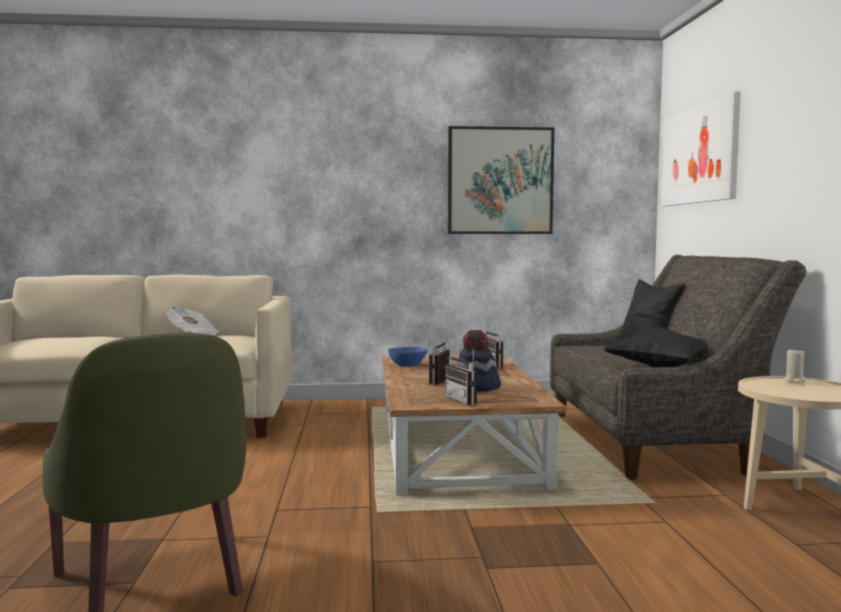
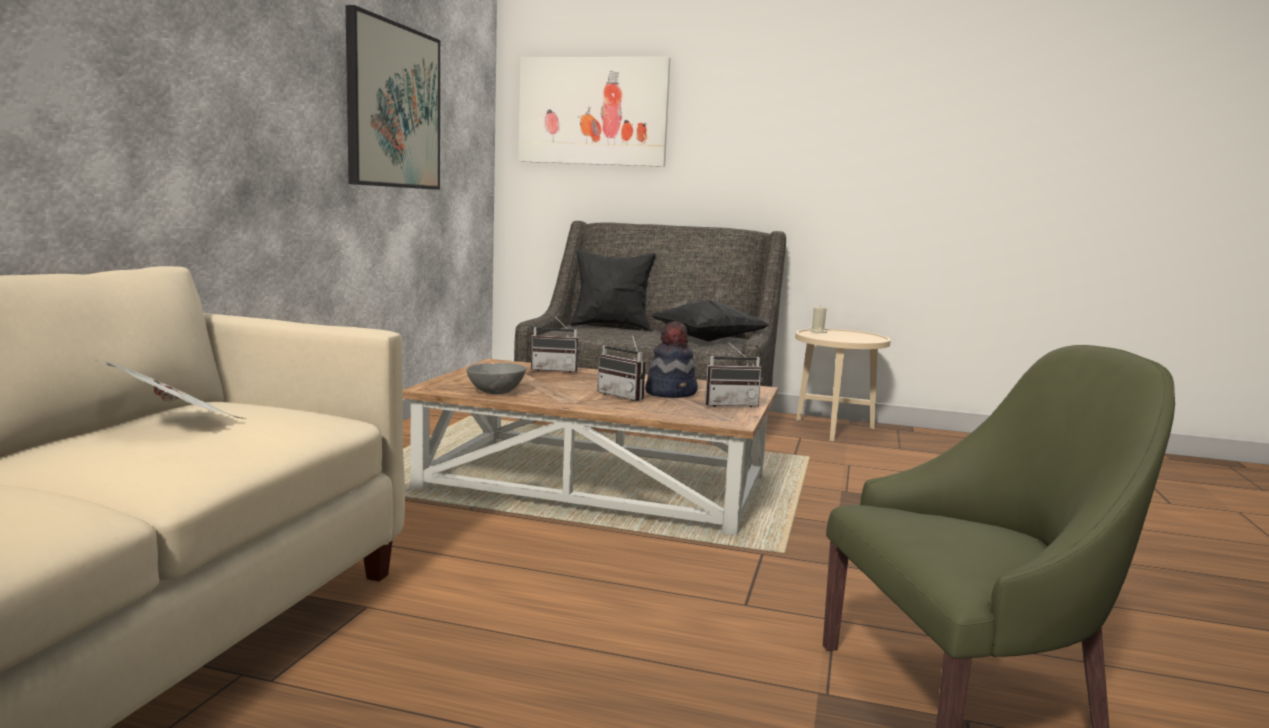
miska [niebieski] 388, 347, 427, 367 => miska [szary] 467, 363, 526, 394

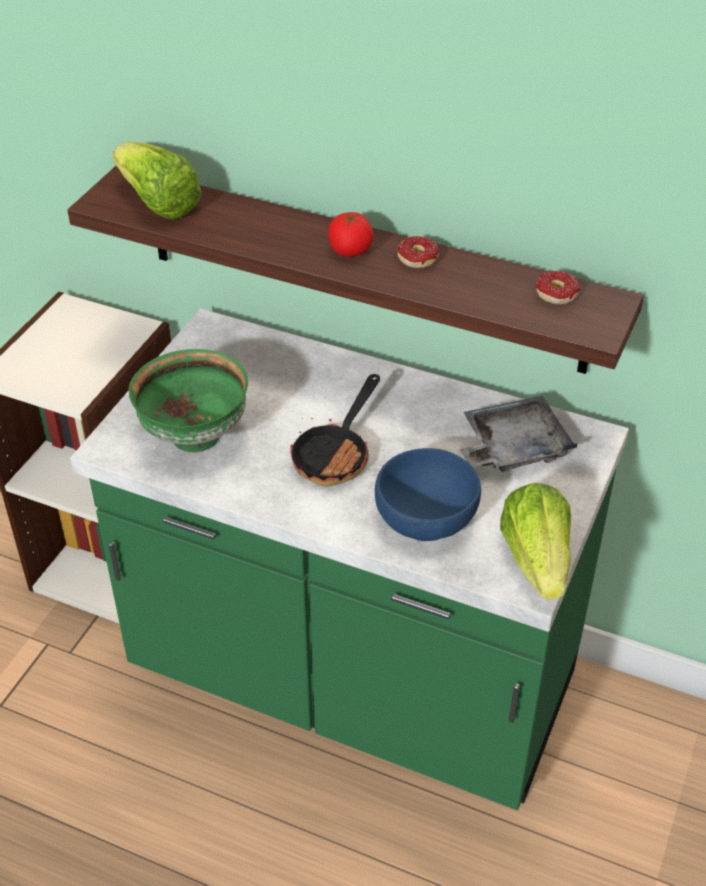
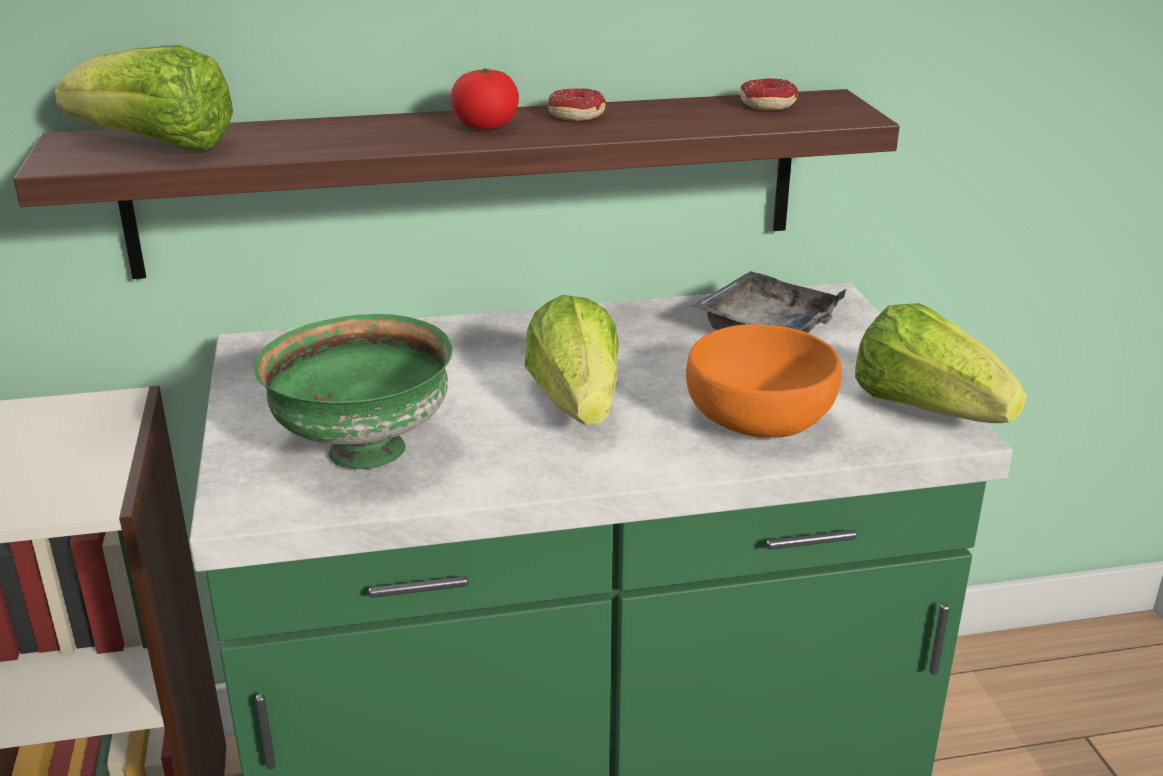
patelnia 290, 374, 380, 487 => sałata 524, 295, 619, 425
miska [niebieski] 375, 448, 481, 541 => miska [pomarańczowy] 686, 324, 842, 437

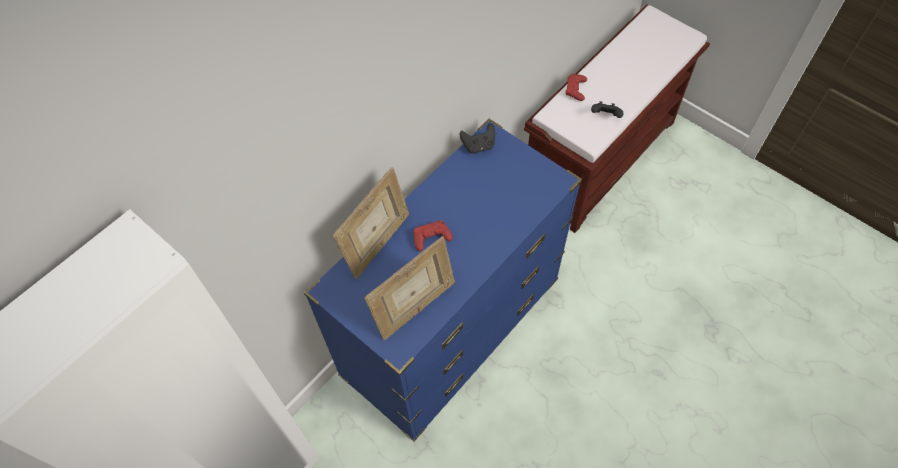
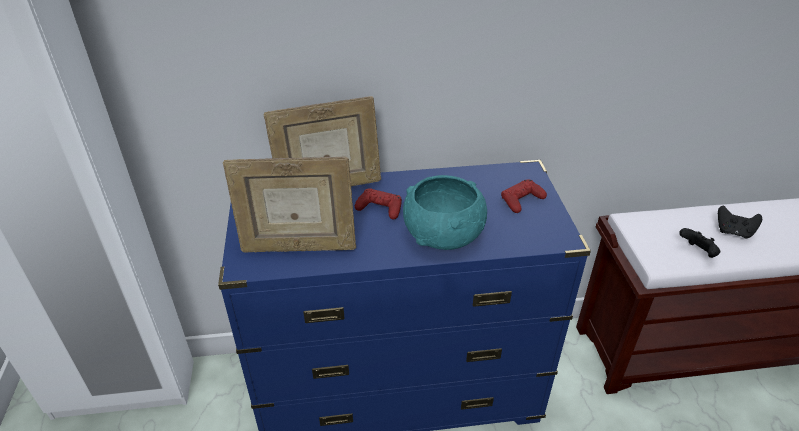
pad do gier [czarny] 460, 123, 495, 154 => pad do gier [czarny] 718, 206, 762, 239, relocated
pad do gier [czerwony] 565, 74, 587, 101 => pad do gier [czerwony] 501, 179, 547, 213, relocated
nothing => miska [turkusowy] 403, 175, 487, 250

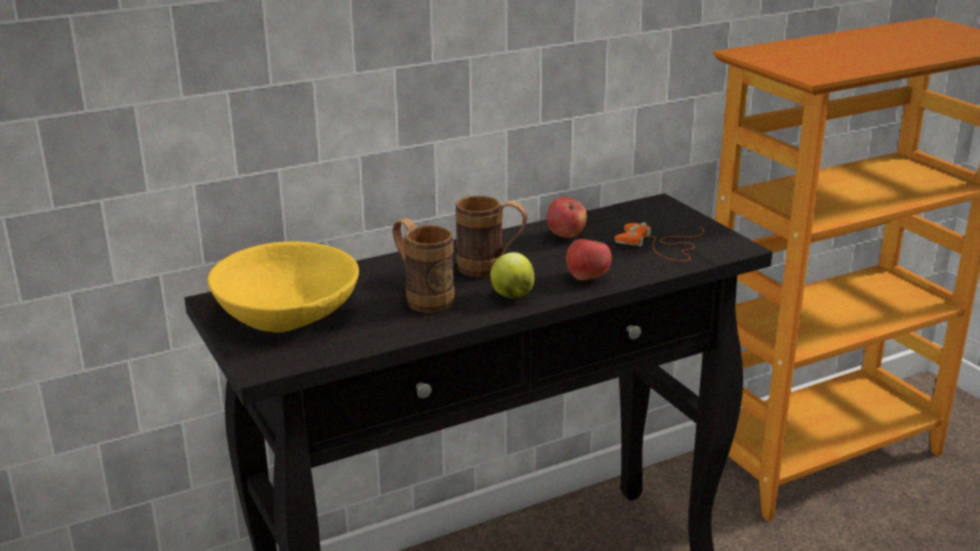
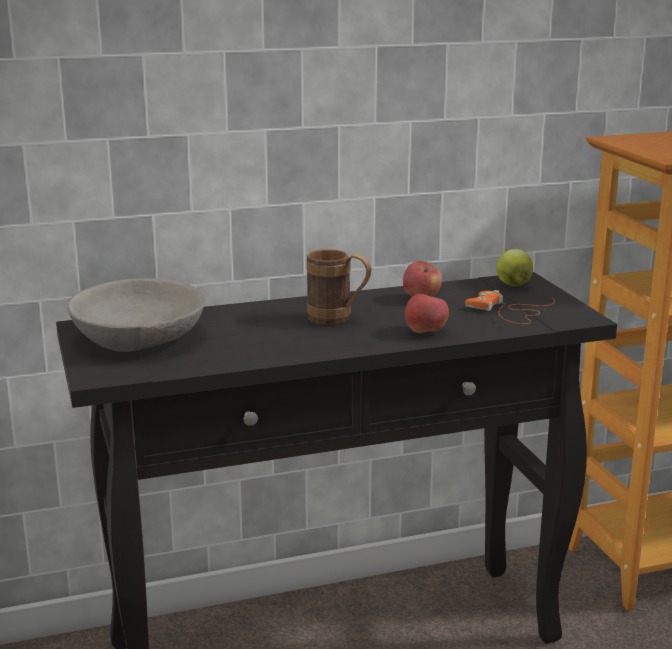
miska [żółty] 207, 242, 359, 332 => miska [szary] 67, 278, 205, 352
kubek [brązowy] 393, 218, 455, 313 => nothing
jabłko 490, 252, 534, 299 => jabłko 496, 249, 533, 286, relocated

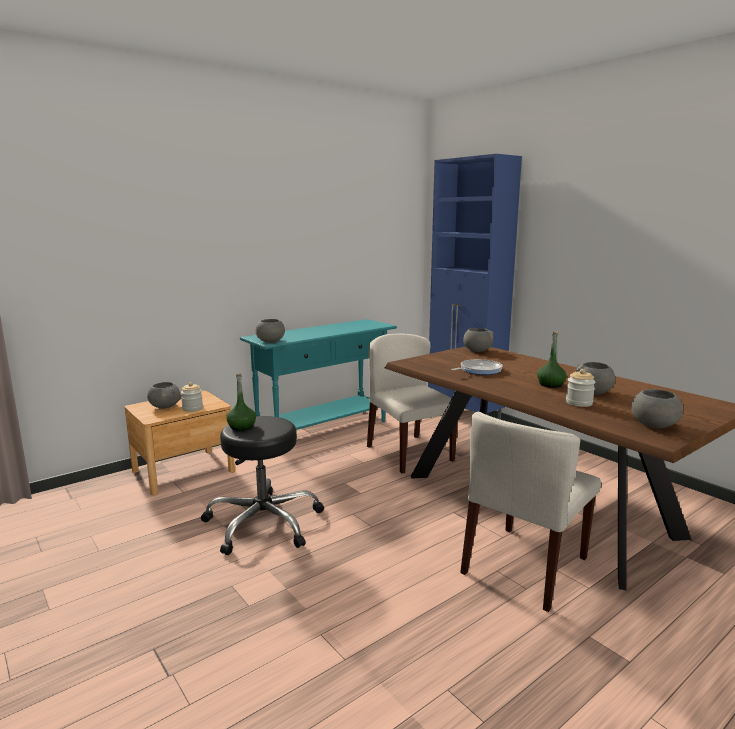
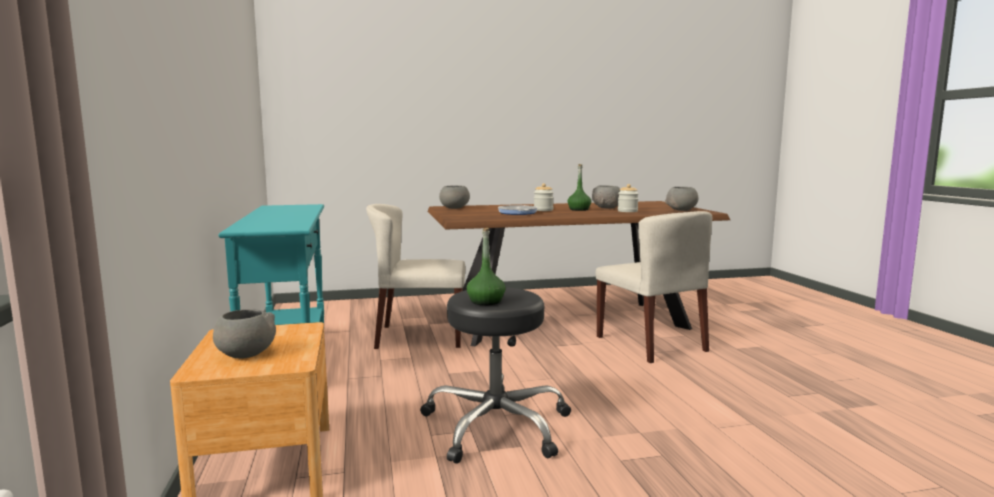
słoik 181, 383, 203, 412 => słoik 534, 183, 554, 211, relocated
miska [szary] 256, 319, 285, 343 => nothing
szafka [niebieski] 428, 154, 522, 420 => nothing

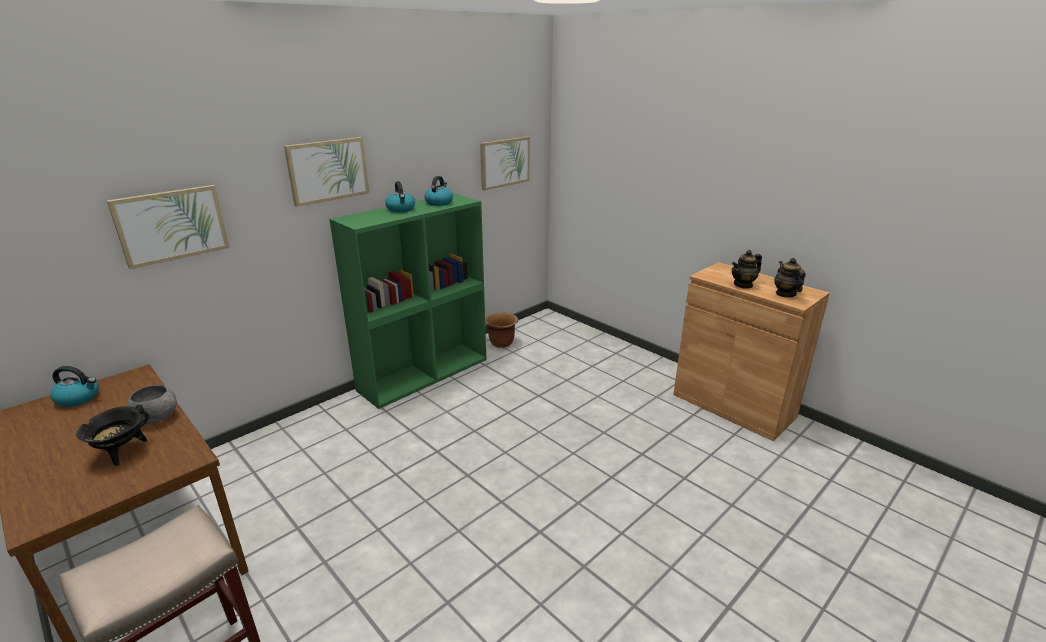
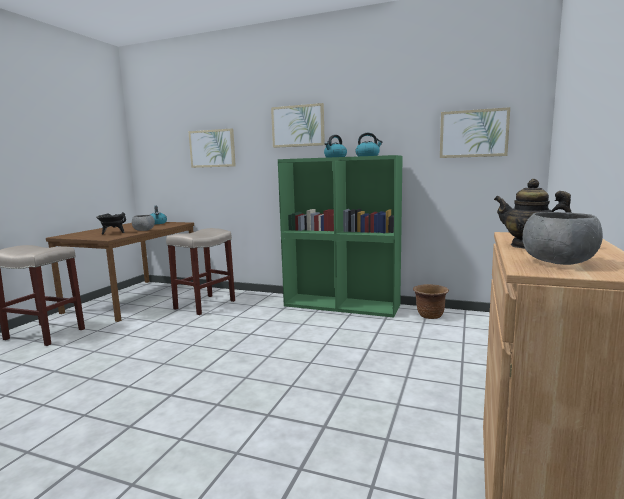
imbryk 774, 258, 806, 298 => miska [szary] 523, 212, 603, 265
nothing => stołek [beżowy] 166, 228, 235, 315

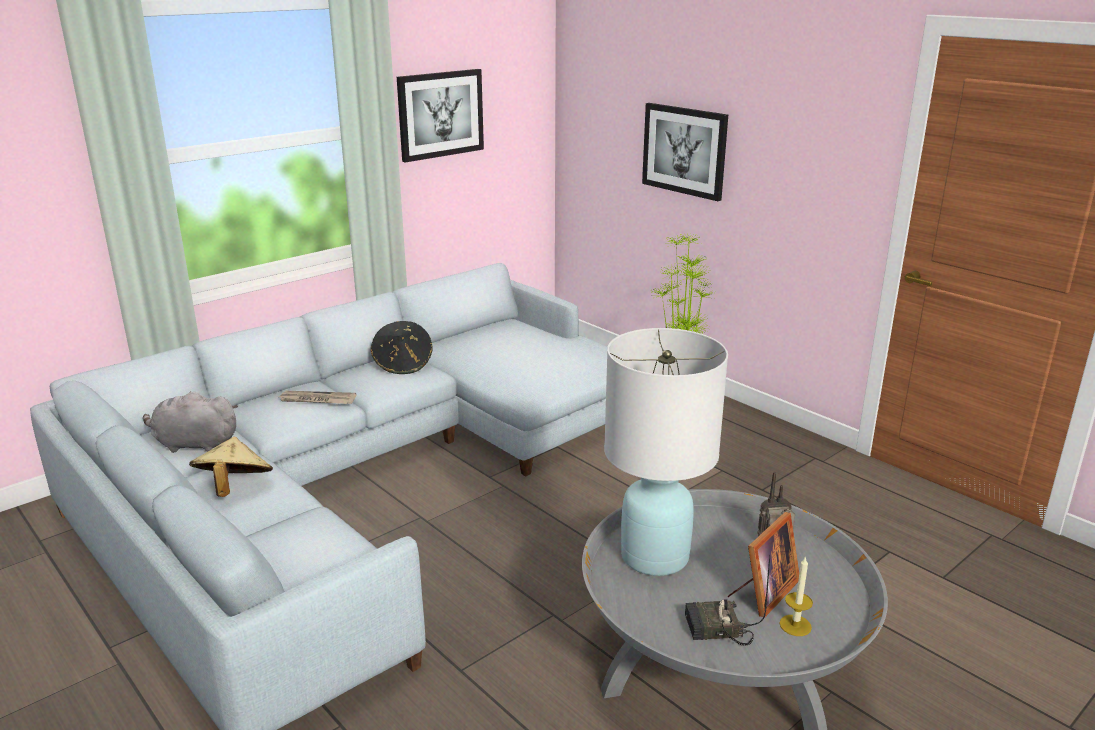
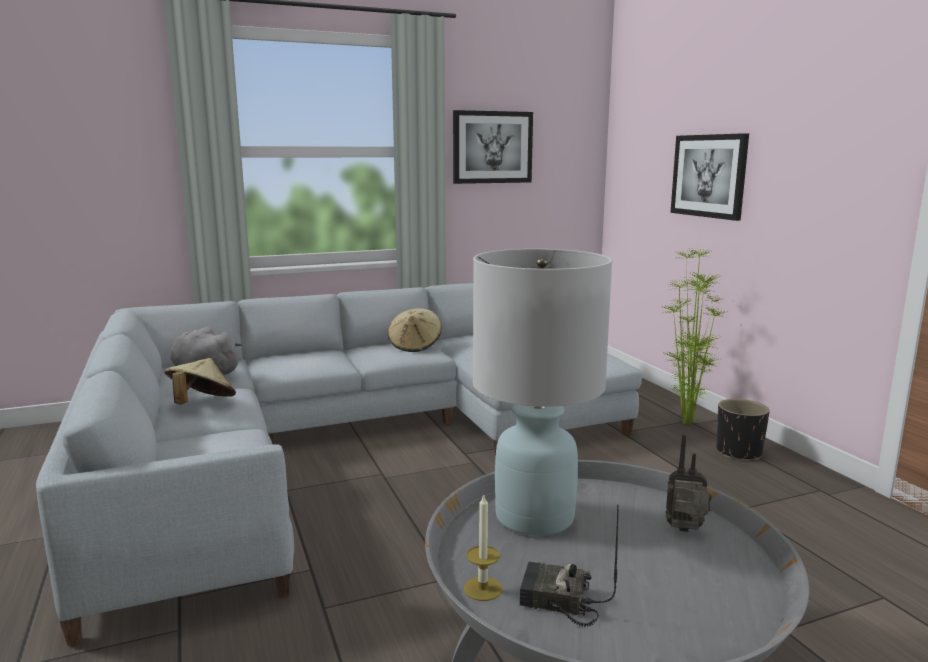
gazeta 279, 391, 357, 404 => nothing
kapelusz [czarny] 371, 321, 432, 374 => kapelusz [beżowy] 387, 308, 442, 352
ramka na zdjęcie 728, 512, 799, 617 => nothing
świeca 780, 556, 813, 636 => świeca 464, 495, 502, 601, relocated
nothing => donica [czarny] 716, 399, 770, 460

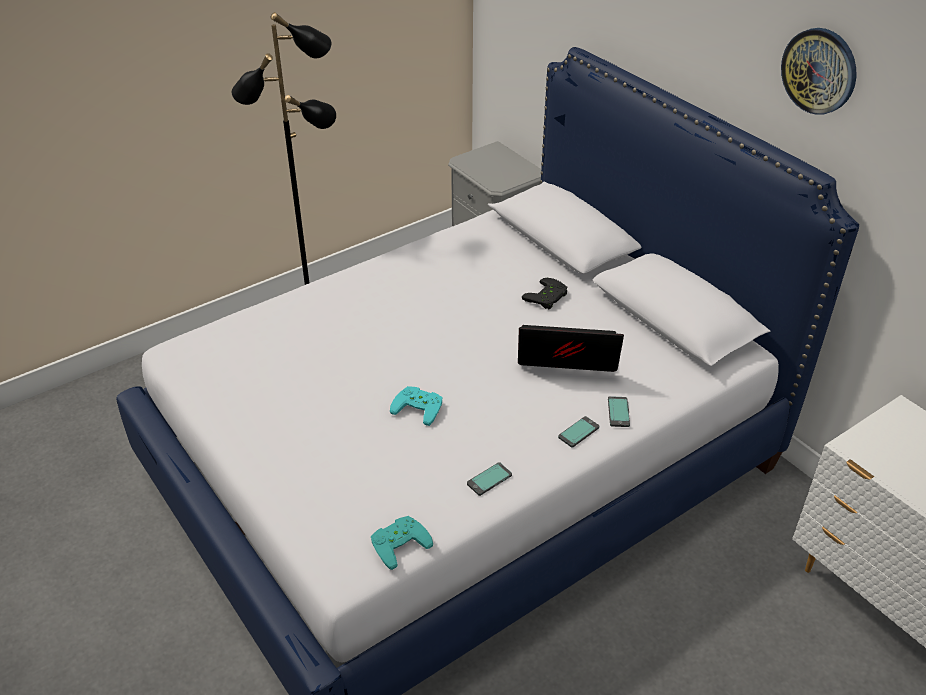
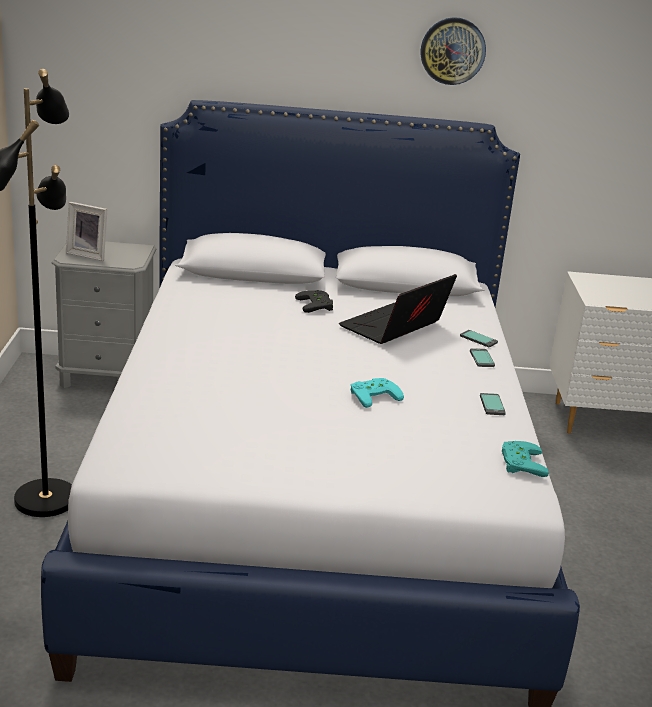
nothing => ramka na zdjęcie 66, 202, 107, 261

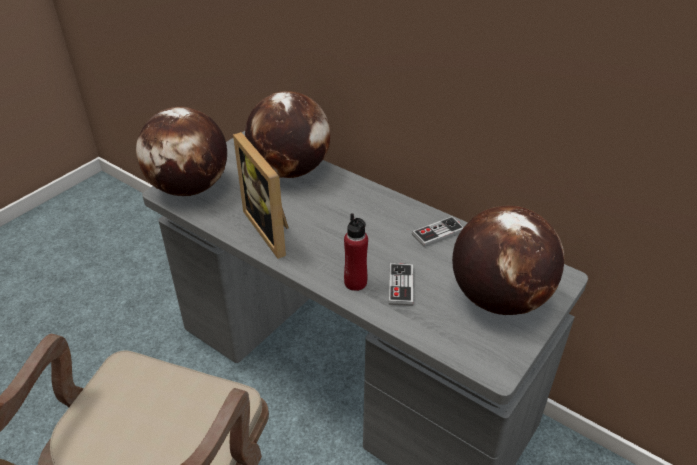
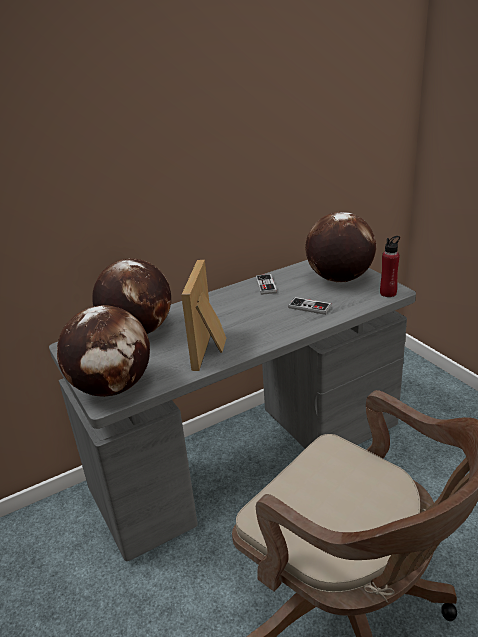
ramka na zdjęcie 233, 132, 289, 259 => ramka na zdjęcie 181, 260, 226, 371, 105 degrees clockwise
butelka [czerwony] 344, 213, 368, 291 => butelka [czerwony] 380, 236, 400, 297, relocated

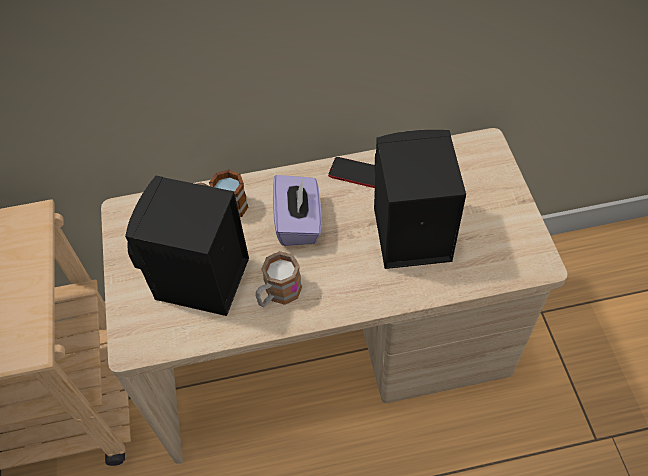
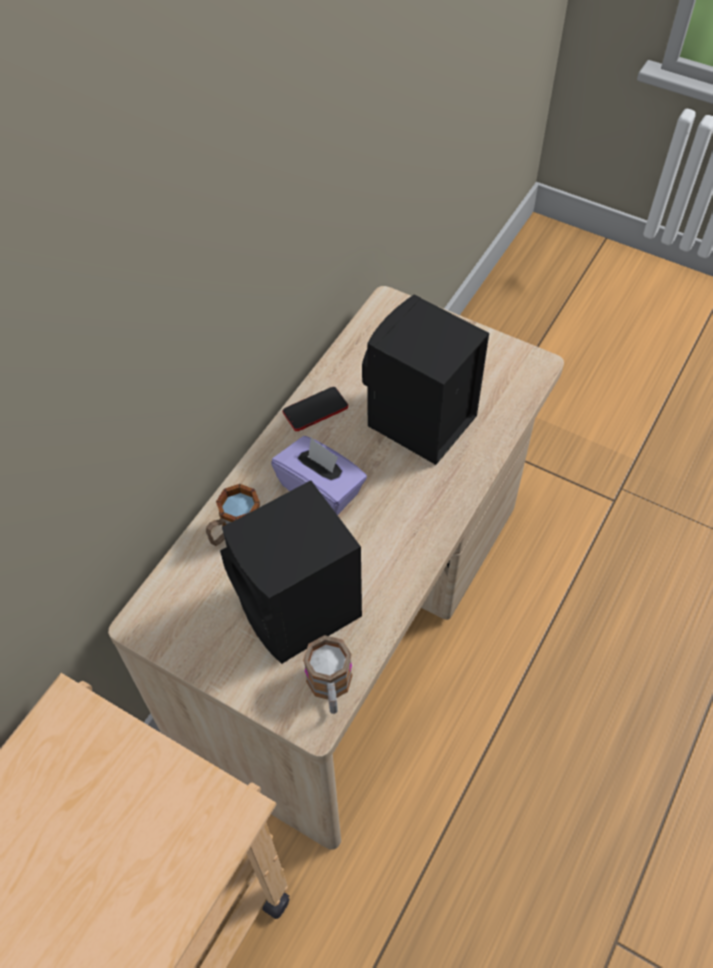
kubek 255, 251, 302, 307 => kubek 303, 635, 352, 714, relocated

